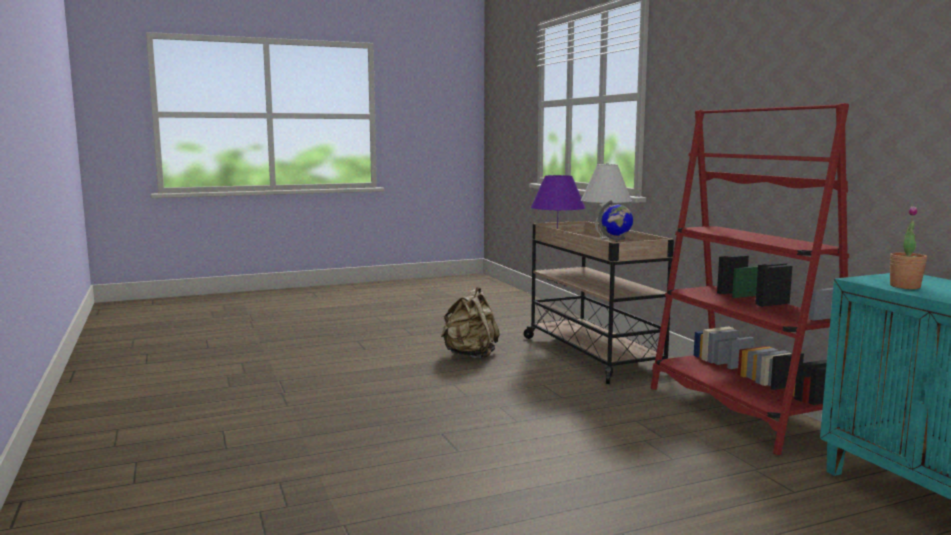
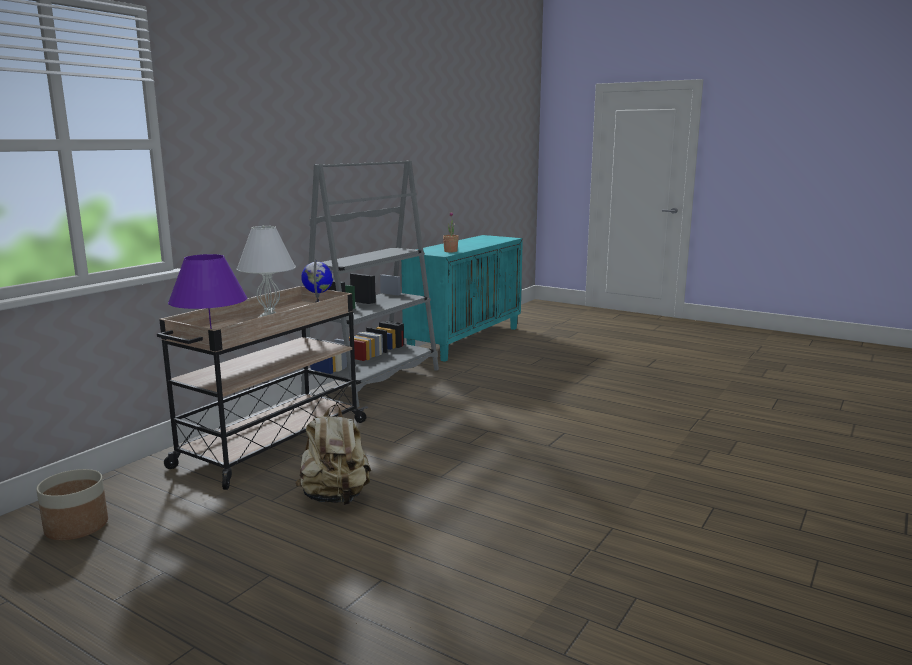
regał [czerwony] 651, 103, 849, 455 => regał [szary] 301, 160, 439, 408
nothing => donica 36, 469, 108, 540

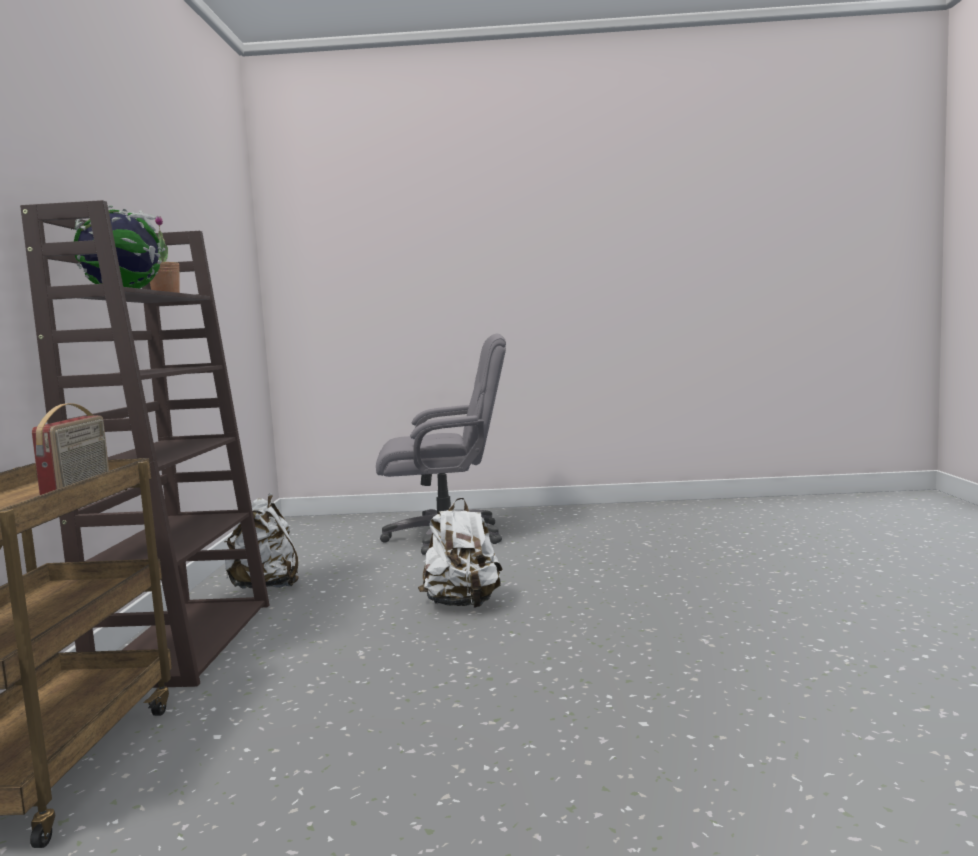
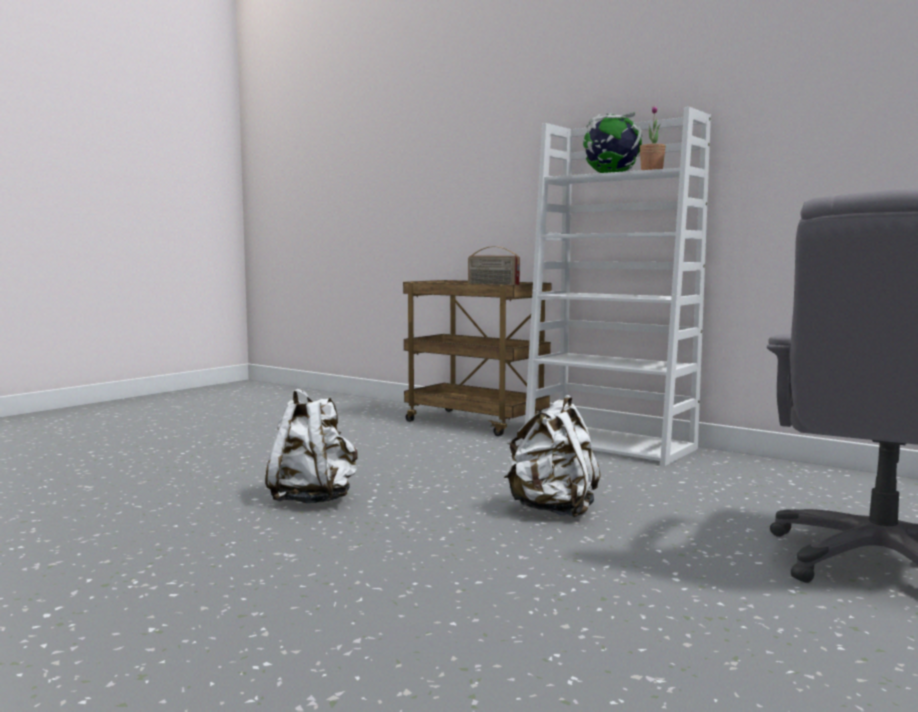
regał [brązowy] 20, 200, 269, 688 => regał [biały] 525, 107, 711, 466
plecak [biały] 224, 493, 298, 589 => plecak [biały] 265, 389, 358, 503, relocated

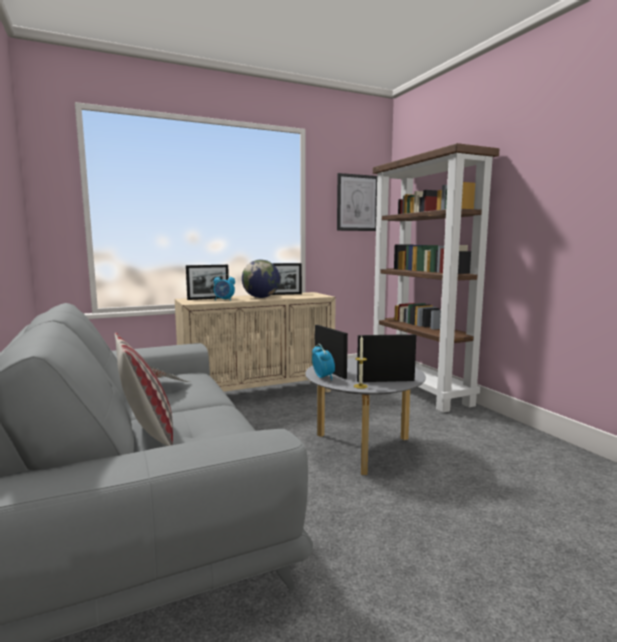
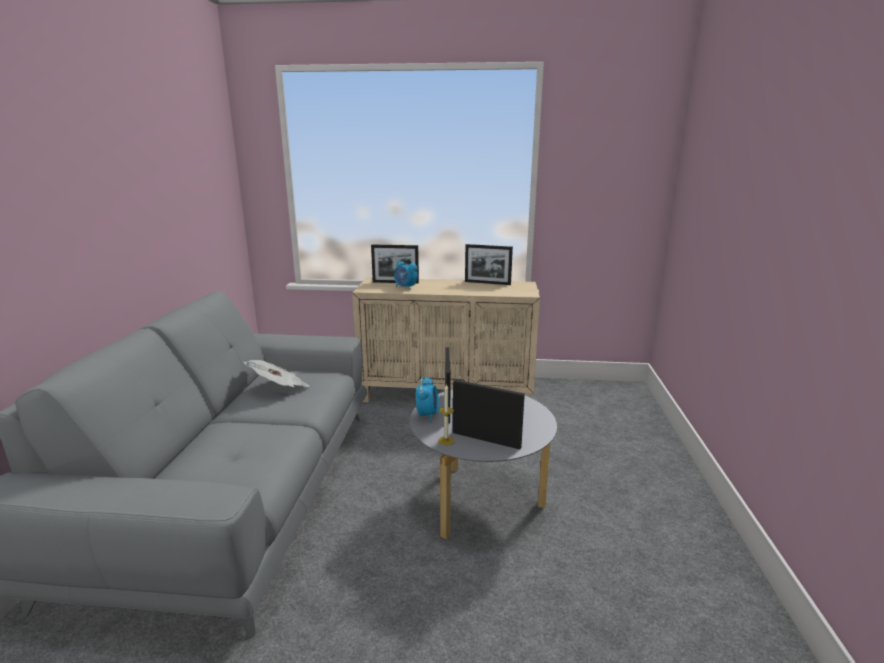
poduszka 115, 333, 173, 446 => nothing
globus 242, 260, 280, 298 => nothing
obraz 337, 173, 377, 231 => nothing
regał [brązowy] 373, 143, 499, 413 => nothing

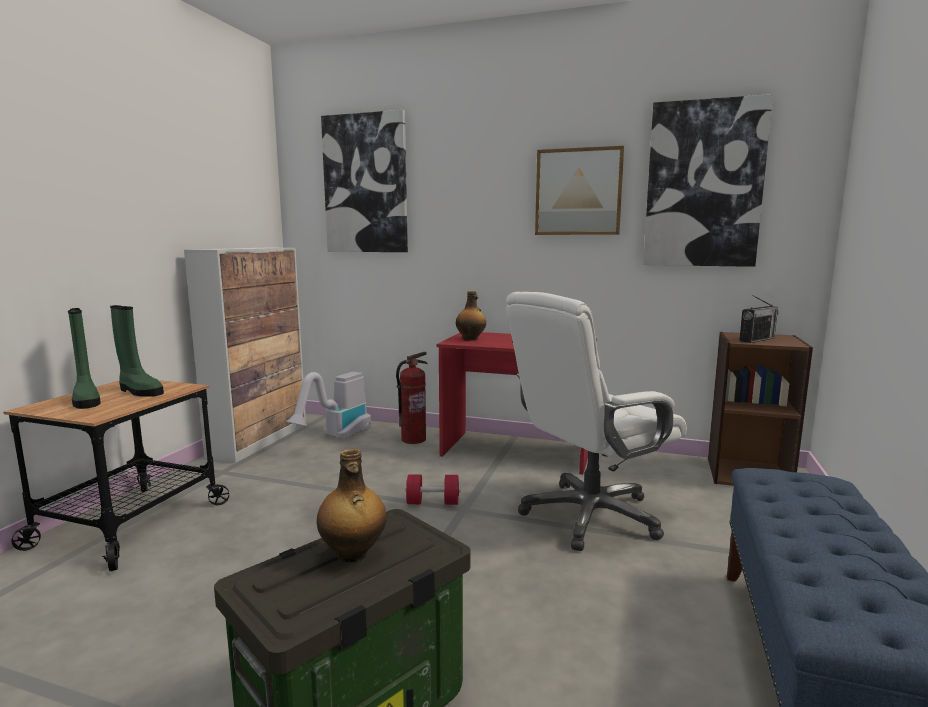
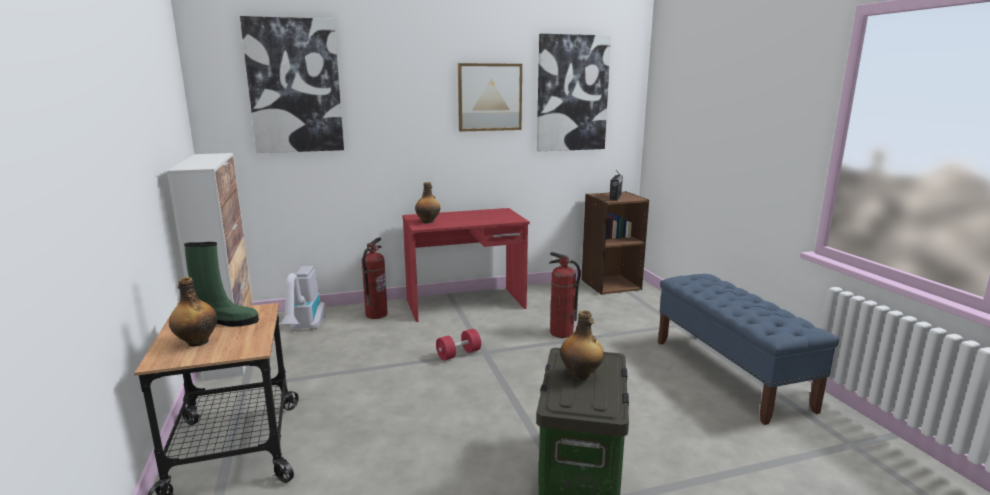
but z cholewką [zielony] 68, 308, 101, 409 => butelka 169, 277, 217, 347
krzesło biurowe [biały] 506, 292, 687, 551 => gaśnica 549, 252, 581, 338

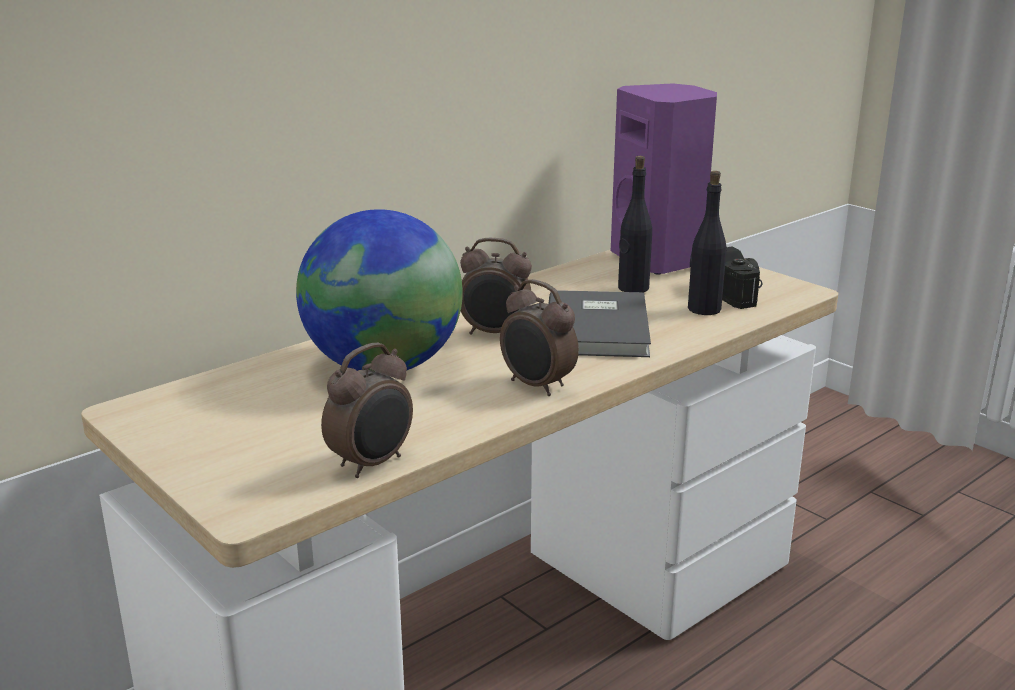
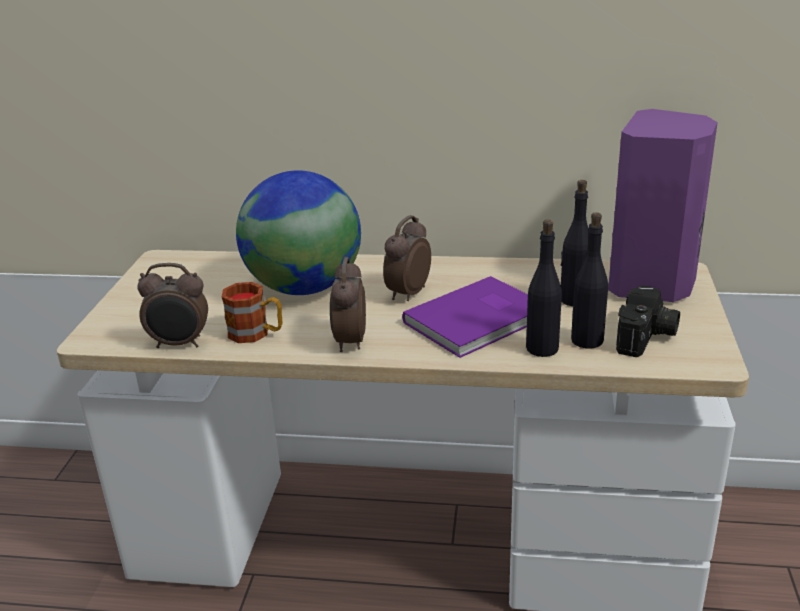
budzik 460, 238, 532, 335 => budzik 383, 215, 431, 301, 60 degrees clockwise
książka [szary] 549, 290, 651, 357 => książka [fioletowy] 402, 276, 528, 358
nothing => kubek 222, 282, 282, 343
nothing => butelka [czarny] 526, 220, 562, 357

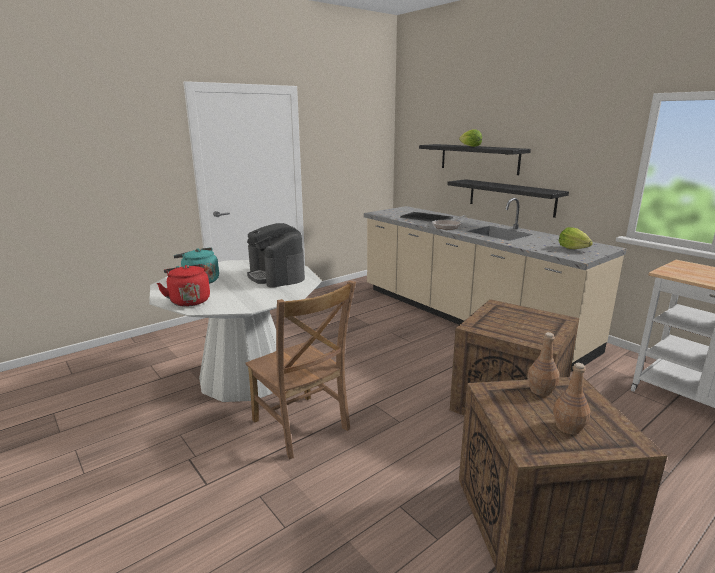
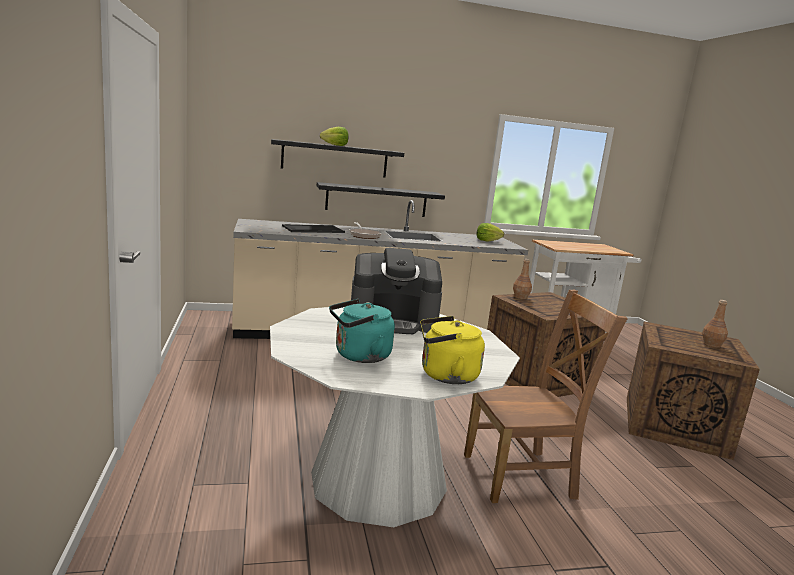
czajnik [czerwony] 157, 264, 210, 307 => czajnik [żółty] 420, 316, 485, 384
butelka [brązowy] 527, 332, 560, 396 => butelka [brązowy] 513, 259, 532, 299, relocated

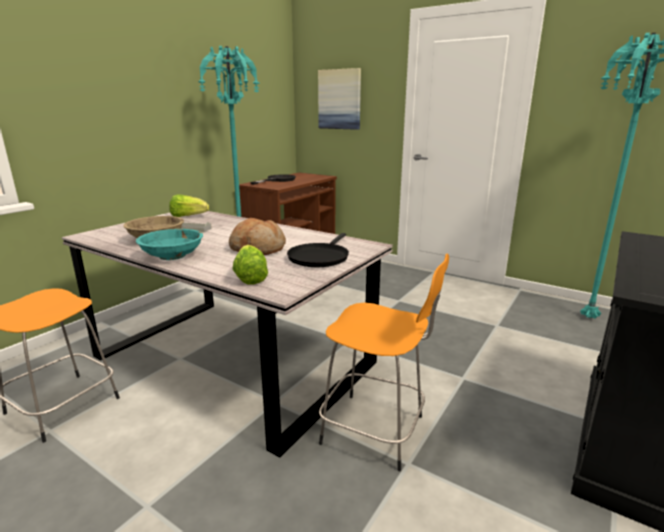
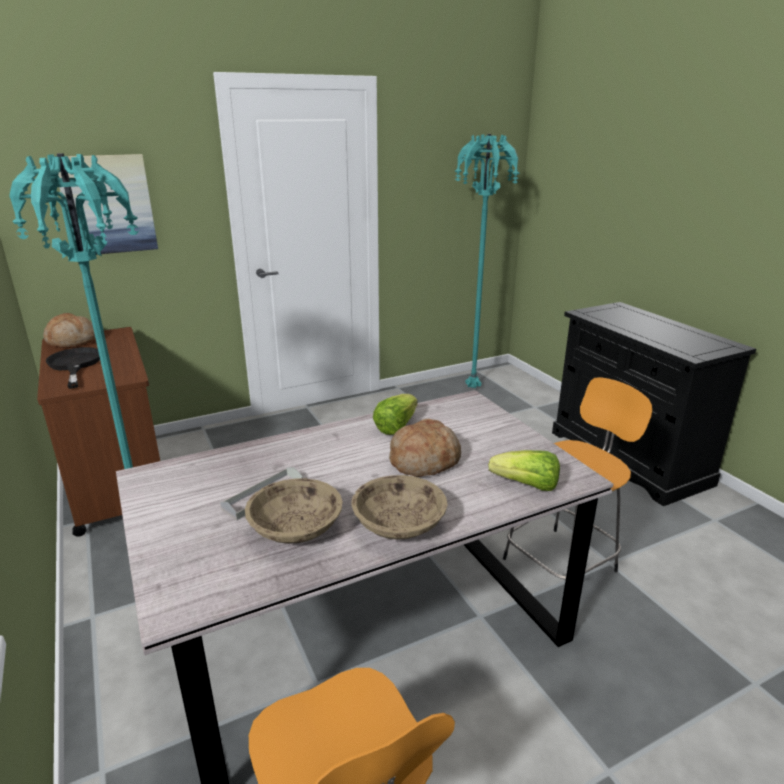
miska [turkusowy] 136, 229, 203, 260 => miska [beżowy] 352, 475, 447, 540
sałata 169, 195, 209, 217 => sałata 373, 394, 418, 435, relocated
patelnia [czarny] 287, 233, 349, 267 => nothing
nothing => chleb 43, 313, 95, 348

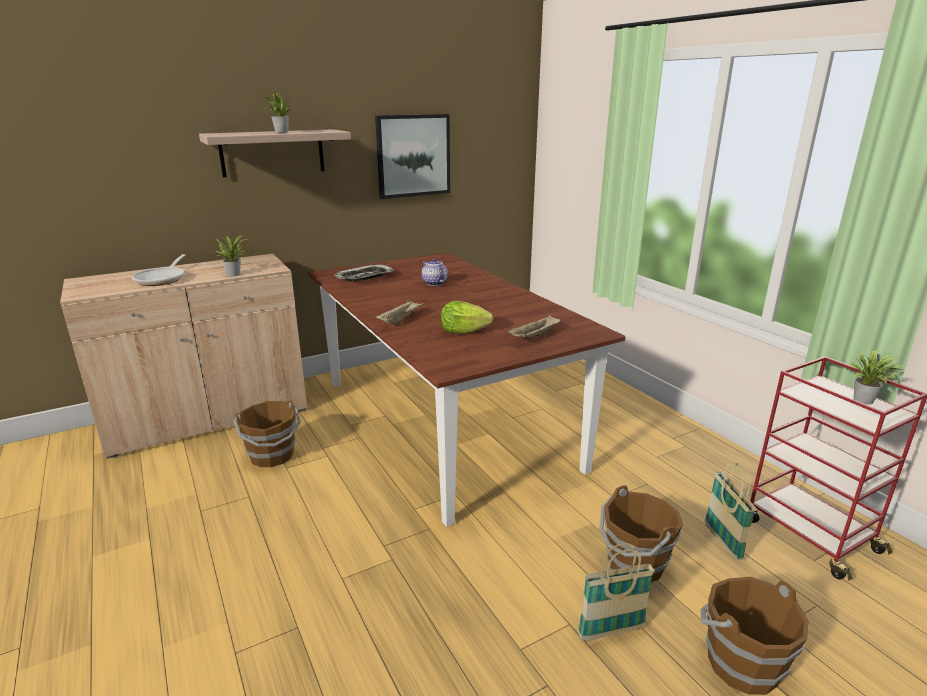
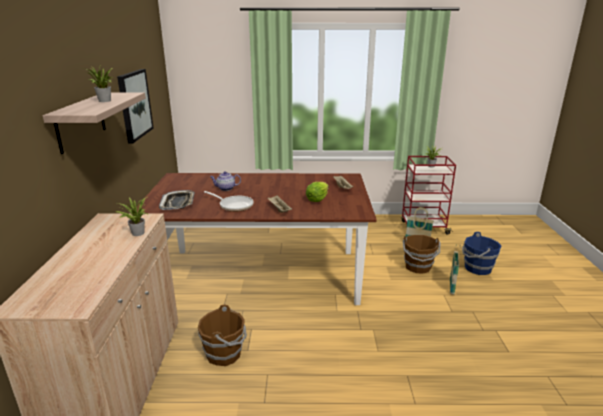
patelnia 132, 254, 186, 286 => patelnia 204, 191, 254, 212, relocated
wiadro [brązowy] 701, 577, 809, 695 => wiadro [niebieski] 462, 232, 501, 275

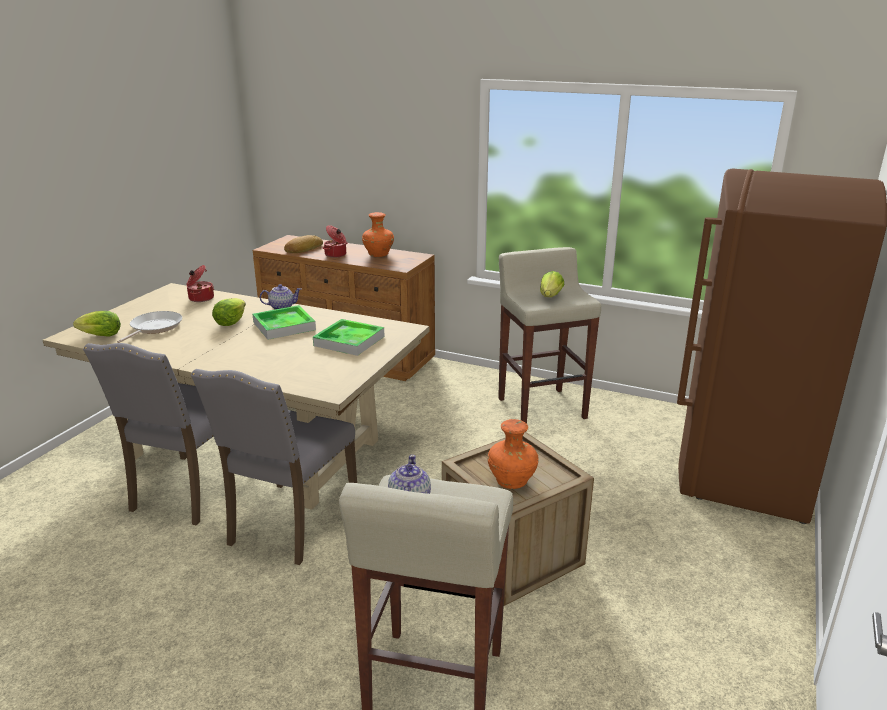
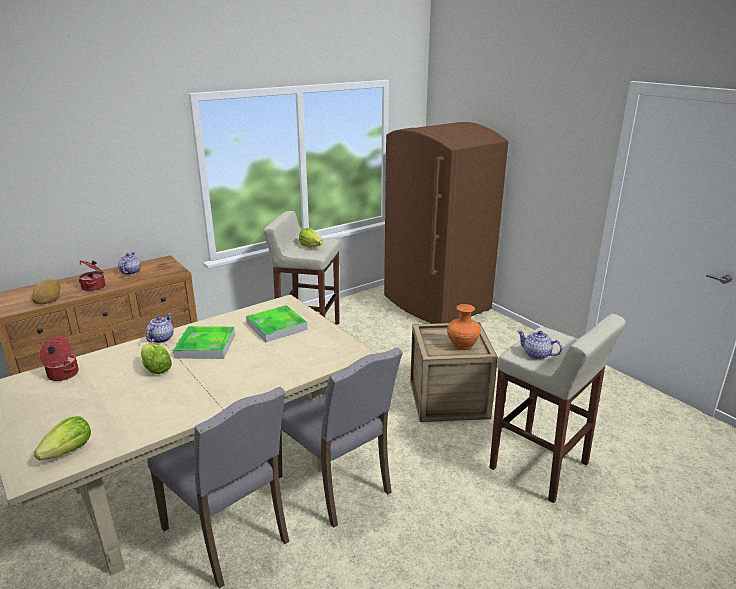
patelnia 117, 311, 182, 343 => nothing
wazon [pomarańczowy] 362, 212, 394, 257 => imbryk 118, 252, 141, 275

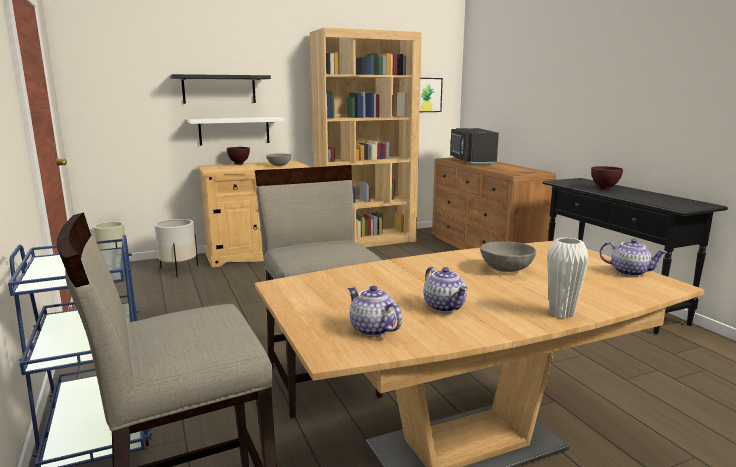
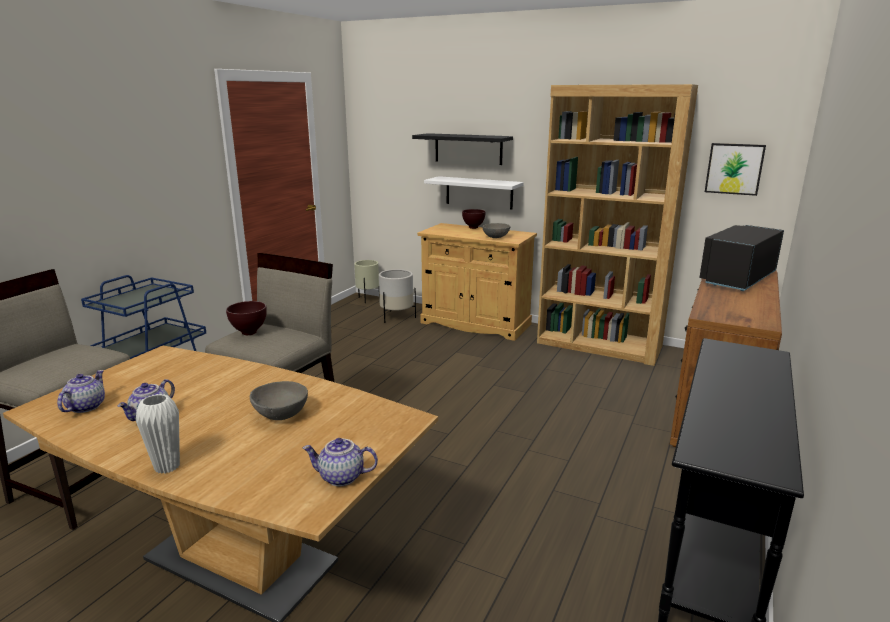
miska [brązowy] 591, 166, 623, 190 => miska [brązowy] 226, 301, 267, 335, relocated
imbryk 600, 239, 667, 276 => imbryk 303, 438, 378, 486, 105 degrees clockwise

